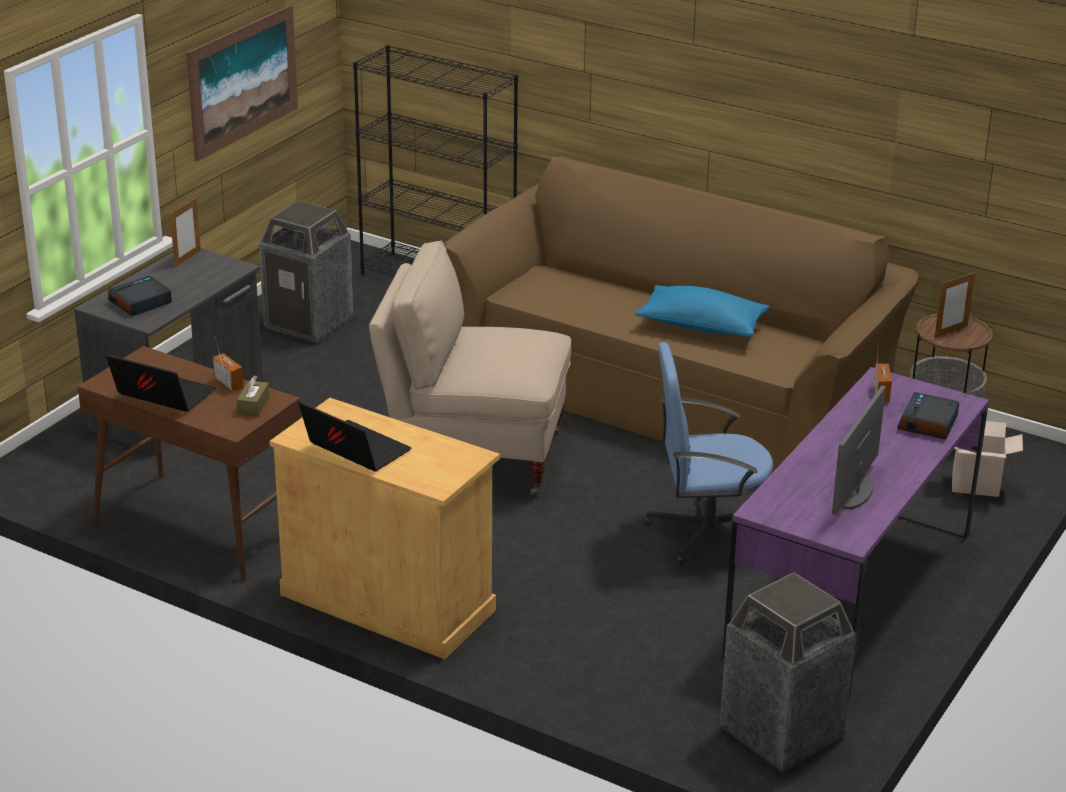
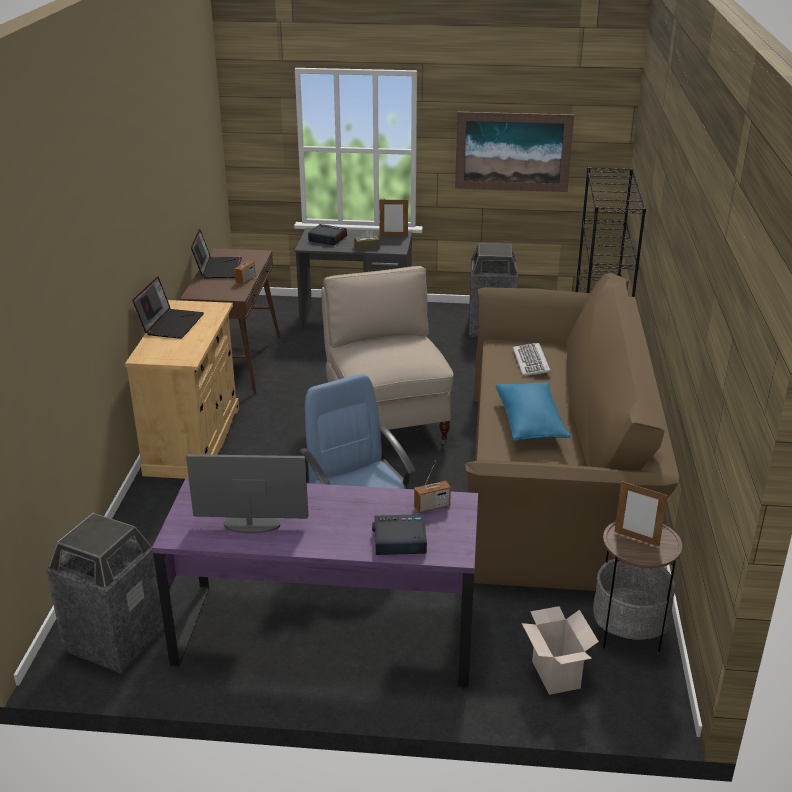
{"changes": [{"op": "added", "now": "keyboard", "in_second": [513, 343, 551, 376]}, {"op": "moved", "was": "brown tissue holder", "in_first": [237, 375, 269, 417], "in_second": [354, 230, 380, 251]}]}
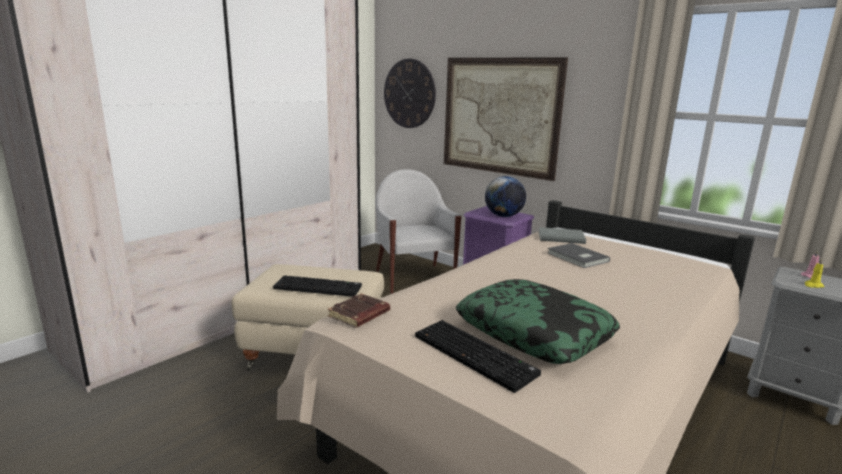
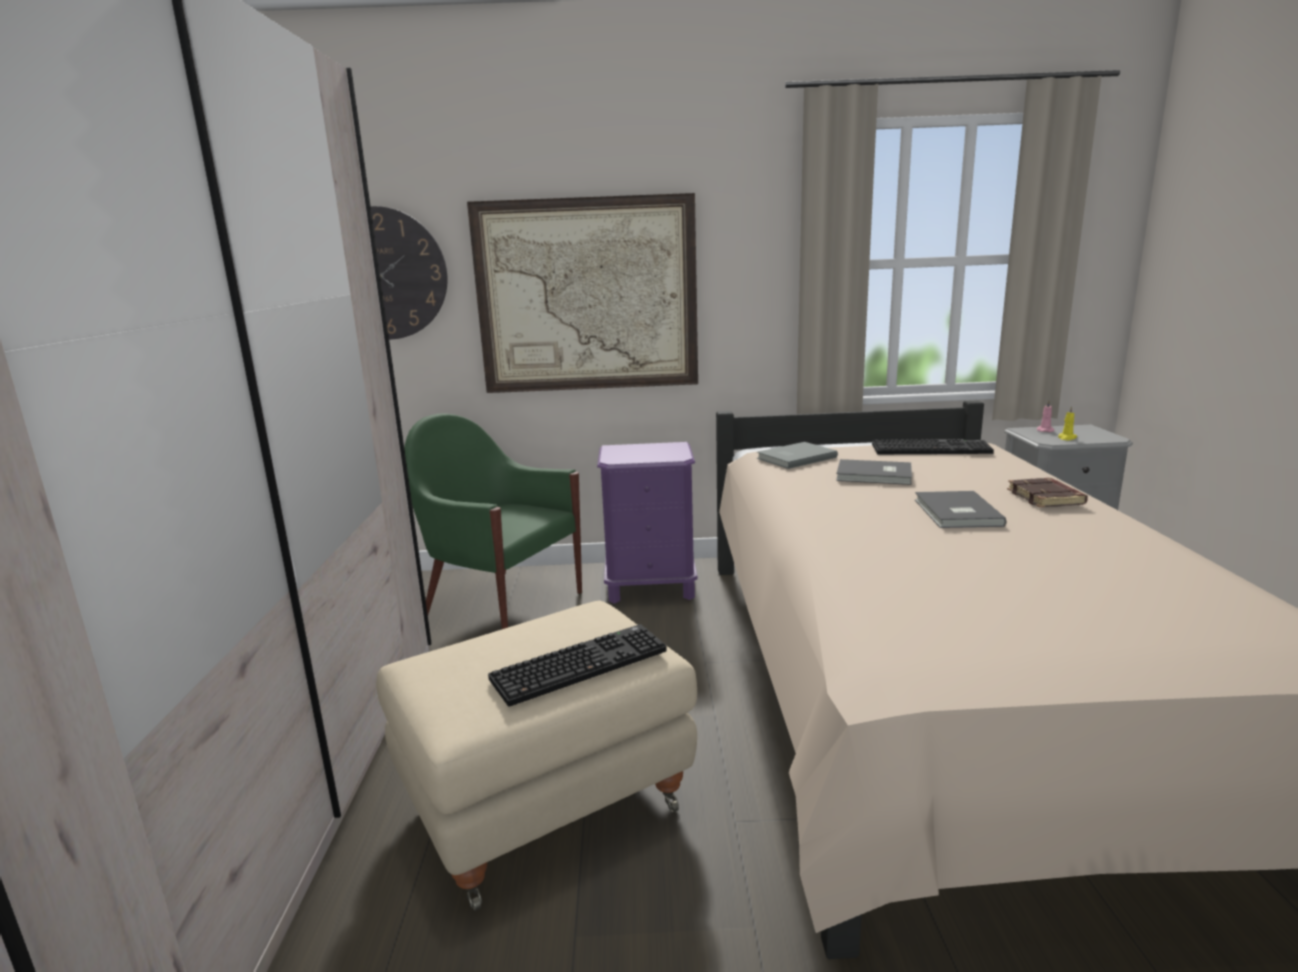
{"changes": [{"op": "removed", "was": "throw pillow", "in_first": [456, 279, 620, 364]}, {"op": "removed", "was": "world globe", "in_first": [485, 176, 526, 217]}, {"op": "added", "now": "greyish bound book", "in_second": [915, 491, 1007, 528]}, {"op": "moved", "was": "brown bound book", "in_first": [328, 293, 390, 328], "in_second": [1007, 478, 1088, 507]}, {"op": "moved", "was": "keyboard", "in_first": [415, 320, 541, 393], "in_second": [872, 439, 994, 454]}, {"op": "recoloured", "was": "white-coloured lounge chair", "now": "green-coloured lounge chair", "in_first": [375, 169, 461, 294], "in_second": [404, 413, 582, 629]}]}
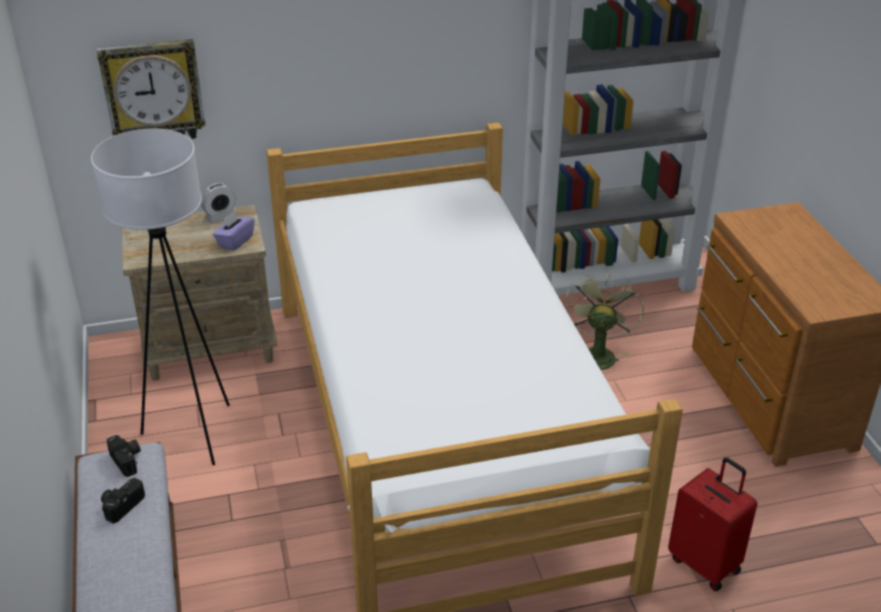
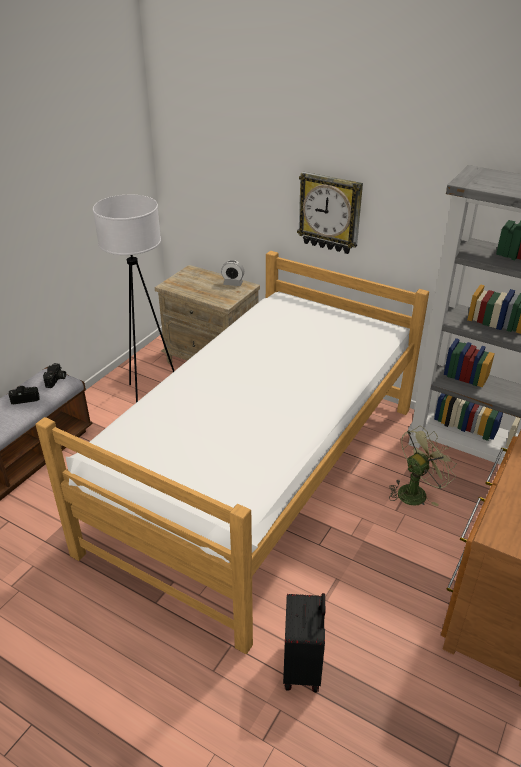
{"changes": [{"op": "removed", "was": "purple tissue holder", "in_first": [213, 211, 254, 251]}, {"op": "moved", "was": "wall clock", "in_first": [97, 39, 205, 139], "in_second": [297, 172, 363, 254]}, {"op": "recoloured", "was": "reddish travel case", "now": "black-coloured travel case", "in_first": [668, 457, 757, 591], "in_second": [283, 593, 325, 692]}]}
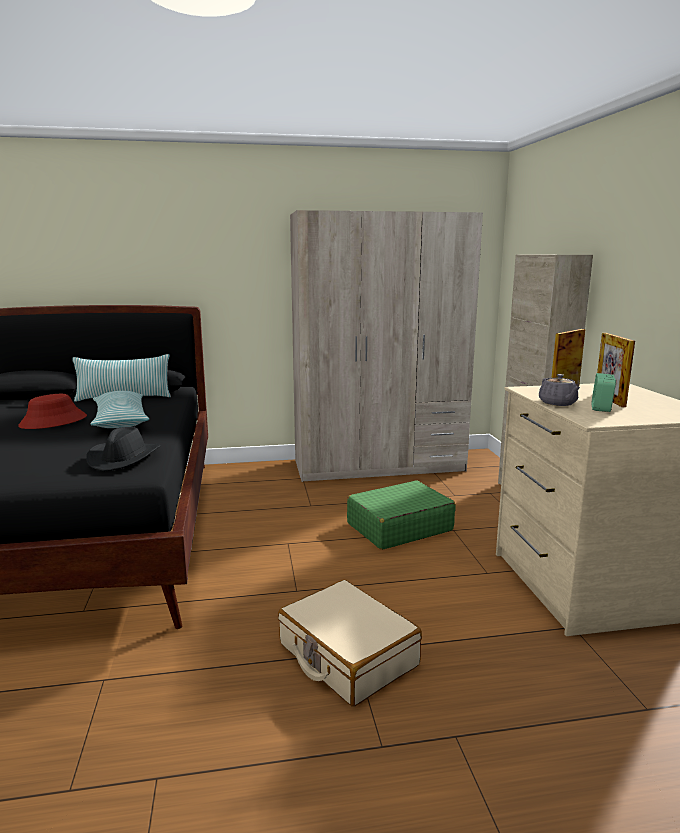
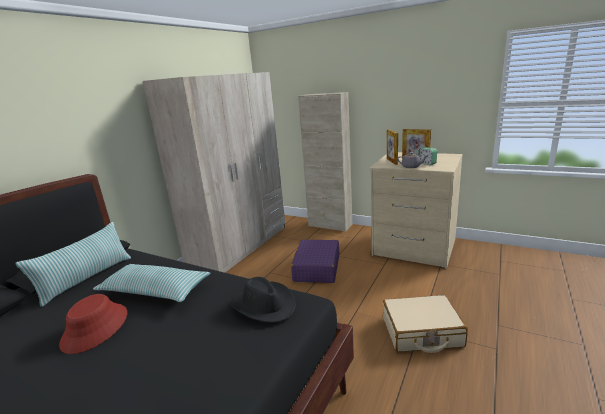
{"changes": [{"op": "recoloured", "was": "green-coloured travel case", "now": "purple travel case", "in_first": [347, 480, 456, 550], "in_second": [291, 240, 339, 283]}]}
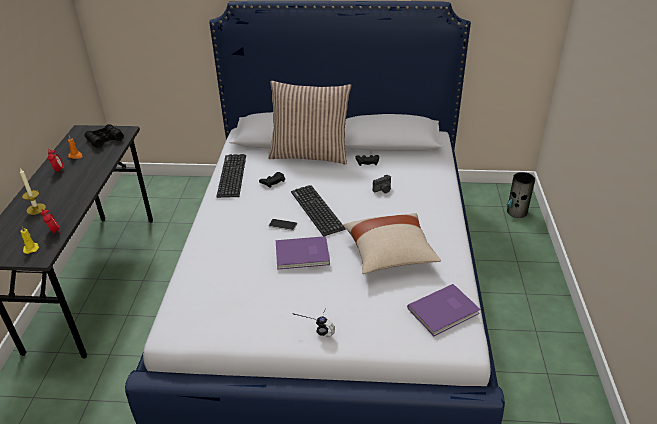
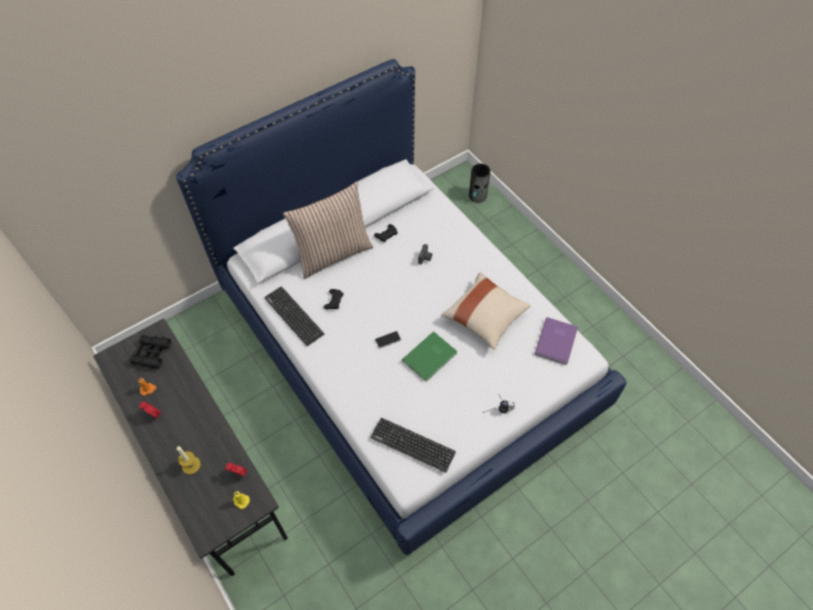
{"changes": [{"op": "moved", "was": "keyboard", "in_first": [291, 185, 345, 236], "in_second": [370, 418, 456, 473]}, {"op": "recoloured", "was": "purple bound book", "now": "green-coloured bound book", "in_first": [276, 236, 330, 270], "in_second": [402, 331, 457, 382]}]}
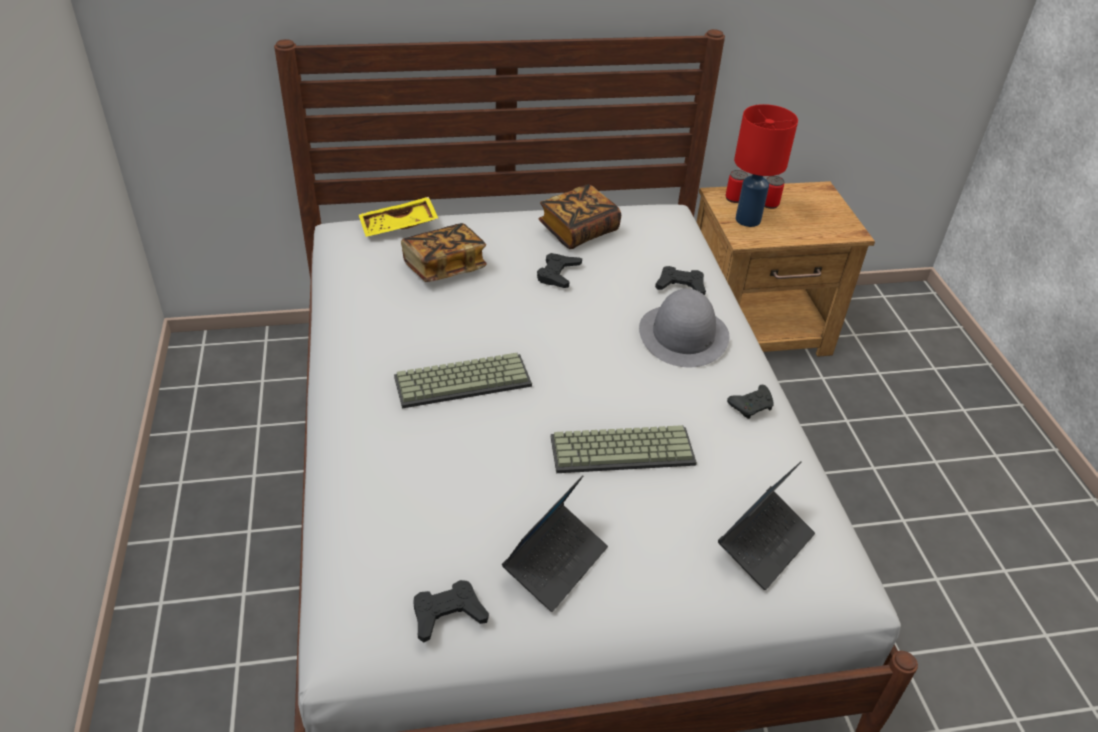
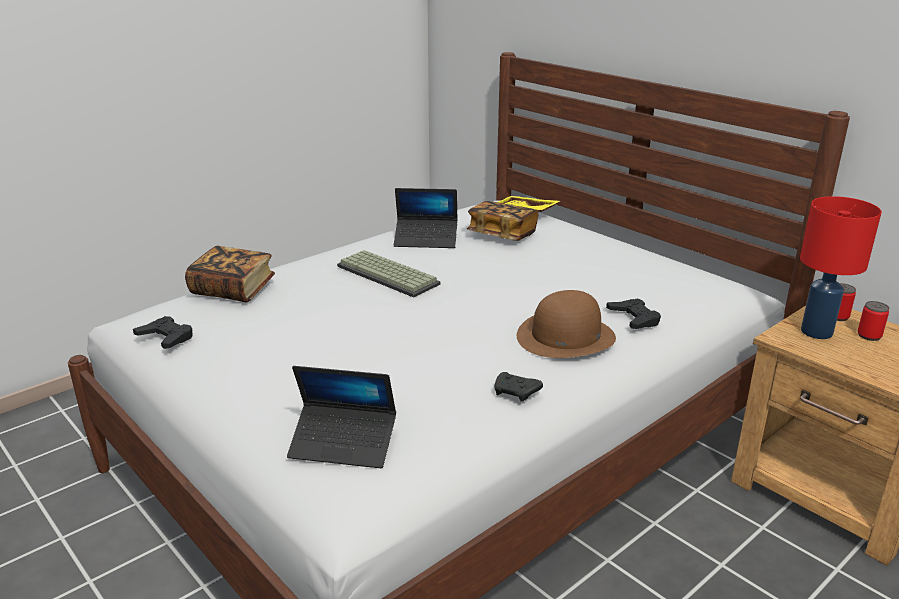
{"changes": [{"op": "removed", "was": "black-coloured gamepad", "in_first": [537, 253, 582, 288]}, {"op": "removed", "was": "keyboard", "in_first": [551, 425, 697, 473]}, {"op": "moved", "was": "laptop", "in_first": [502, 475, 608, 612], "in_second": [394, 188, 458, 248]}, {"op": "moved", "was": "bound book", "in_first": [539, 184, 621, 249], "in_second": [185, 246, 275, 302]}, {"op": "recoloured", "was": "greyish wearable hat", "now": "brown wearable hat", "in_first": [639, 288, 730, 367], "in_second": [517, 290, 616, 358]}]}
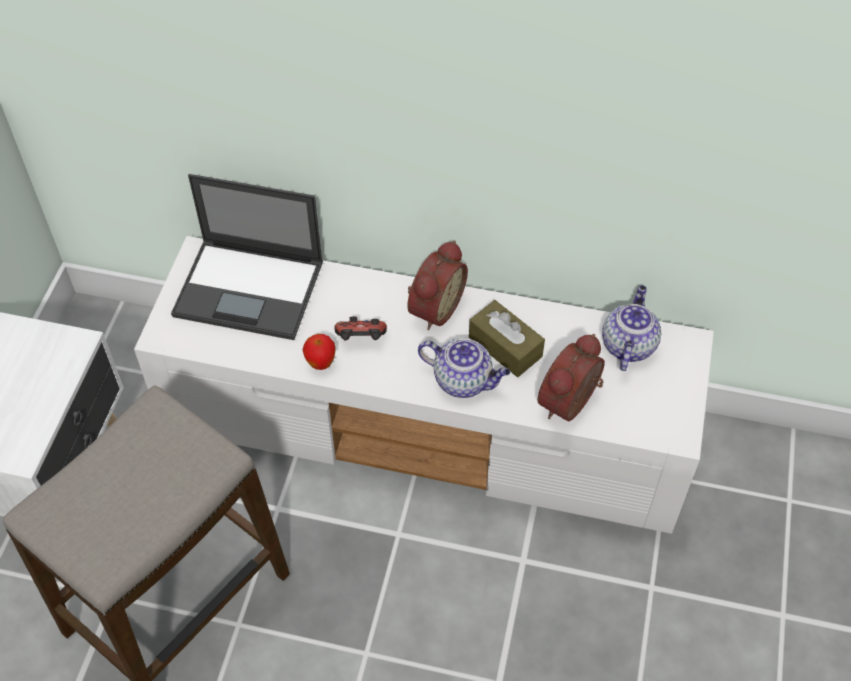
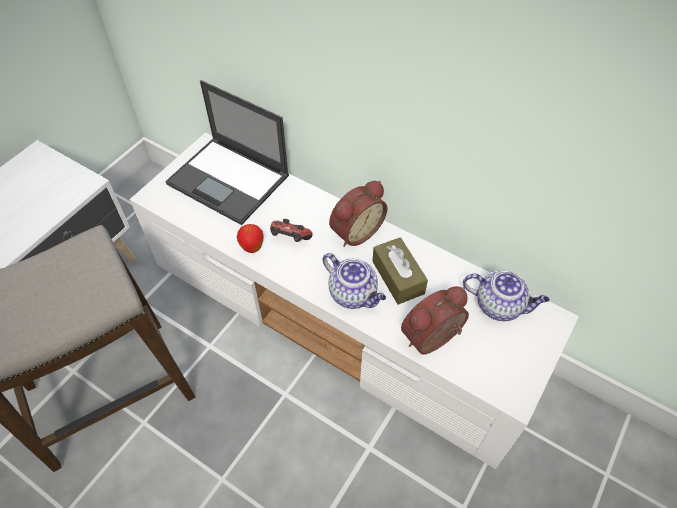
{"changes": [{"op": "turned", "was": "tea pot", "in_first": [602, 285, 661, 371], "in_second": [463, 271, 549, 321], "clockwise": 75}]}
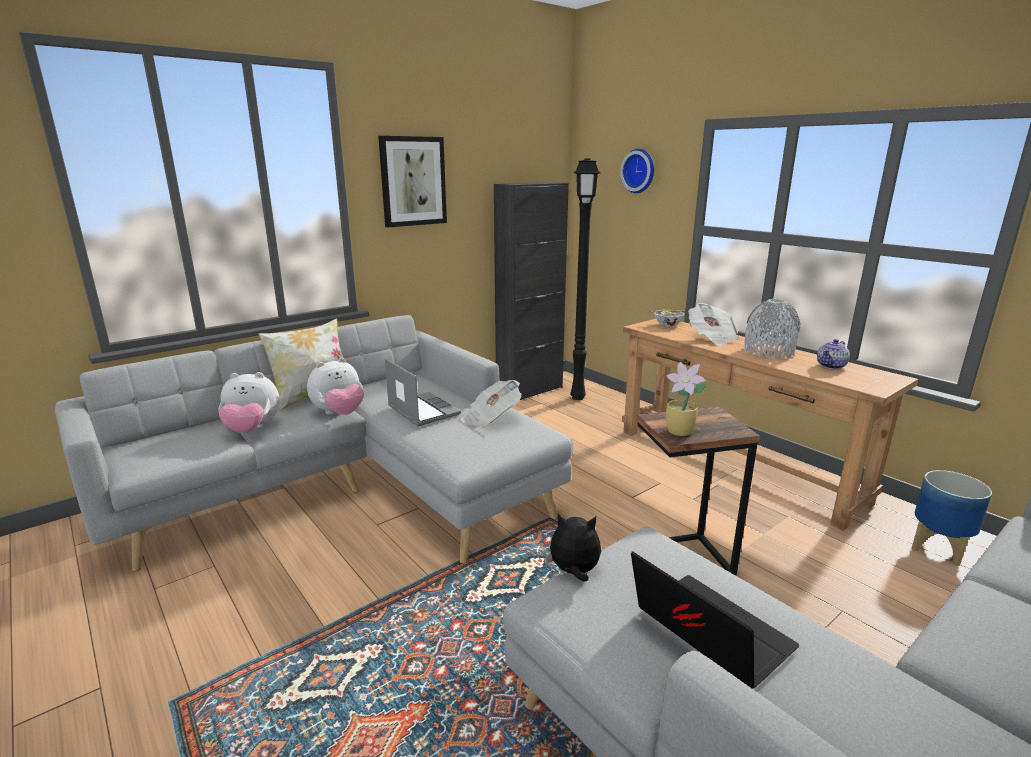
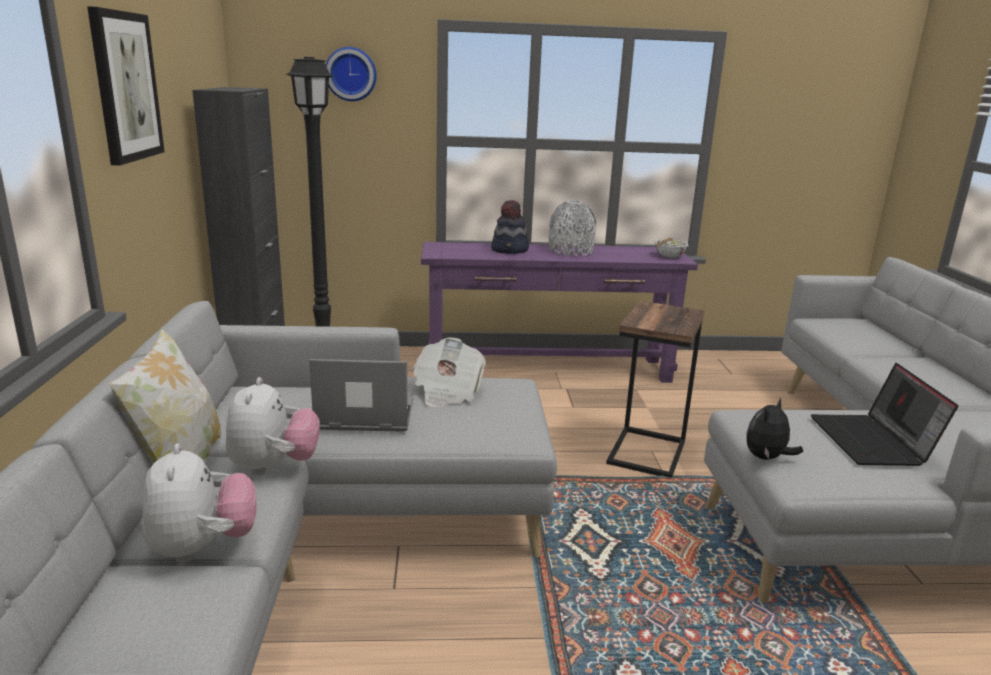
{"changes": [{"op": "removed", "was": "houseplant", "in_first": [666, 362, 706, 436]}, {"op": "removed", "was": "tea pot", "in_first": [817, 339, 850, 369]}, {"op": "removed", "was": "plant pot", "in_first": [911, 470, 992, 566]}, {"op": "moved", "was": "deep dish", "in_first": [650, 310, 685, 327], "in_second": [655, 238, 689, 258]}, {"op": "replaced", "was": "daily paper", "now": "wearable hat", "in_first": [688, 303, 739, 345], "in_second": [491, 200, 529, 254]}, {"op": "recoloured", "was": "brown console table", "now": "purple console table", "in_first": [622, 319, 918, 531], "in_second": [421, 242, 698, 383]}, {"op": "turned", "was": "plush toy", "in_first": [218, 372, 280, 433], "in_second": [142, 444, 256, 563], "clockwise": -45}, {"op": "turned", "was": "laptop", "in_first": [631, 551, 799, 689], "in_second": [811, 363, 958, 466], "clockwise": -90}]}
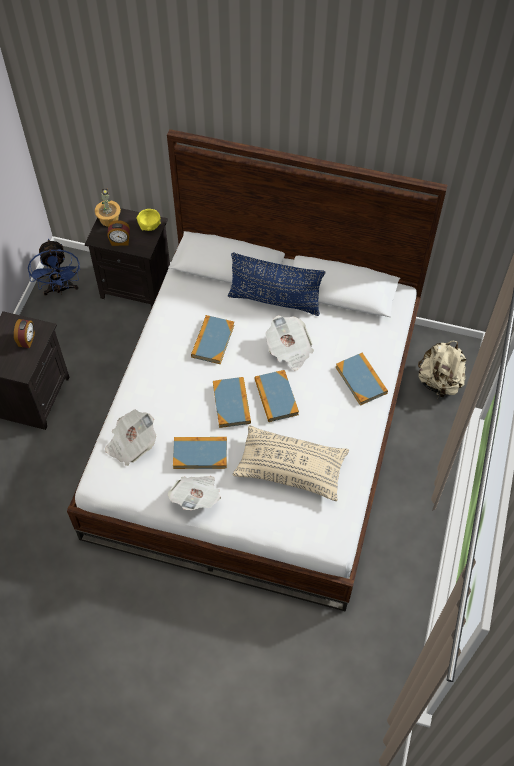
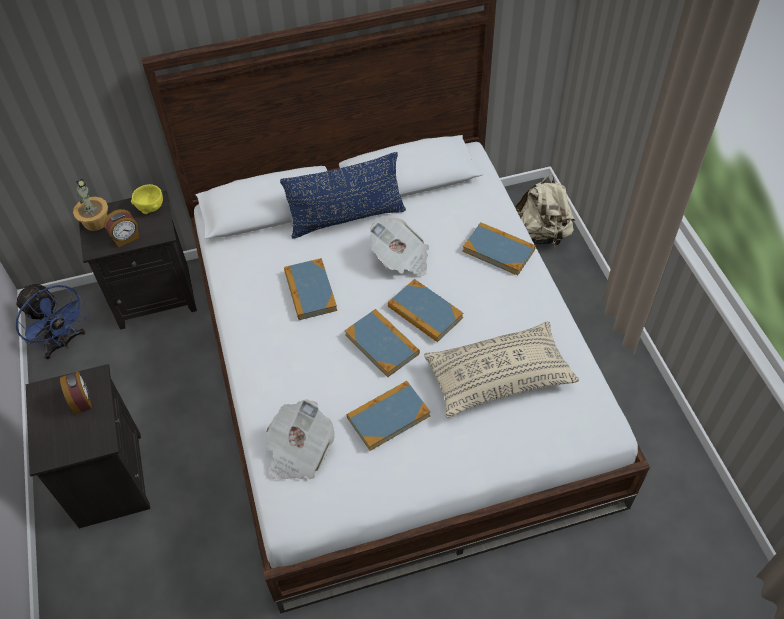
{"changes": [{"op": "removed", "was": "daily paper", "in_first": [168, 476, 221, 510]}]}
